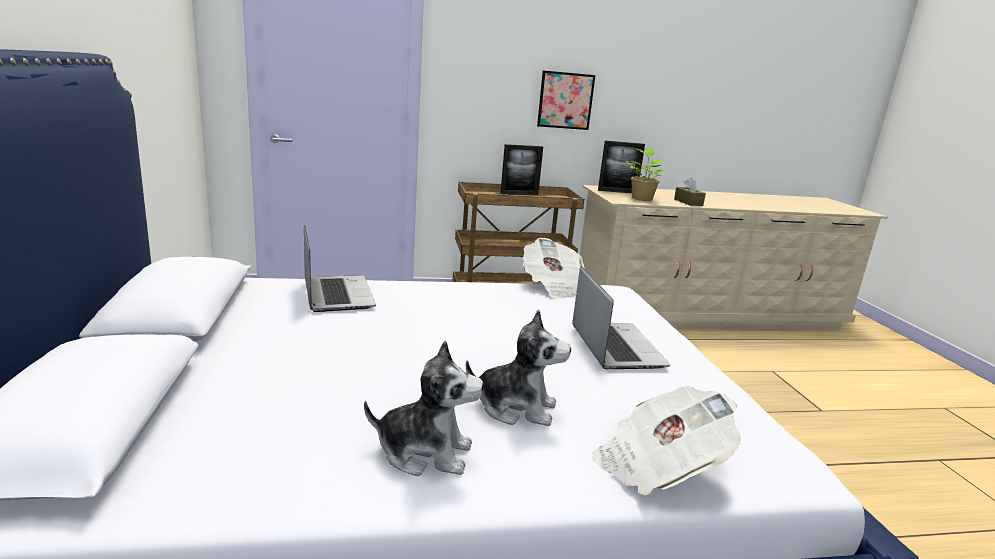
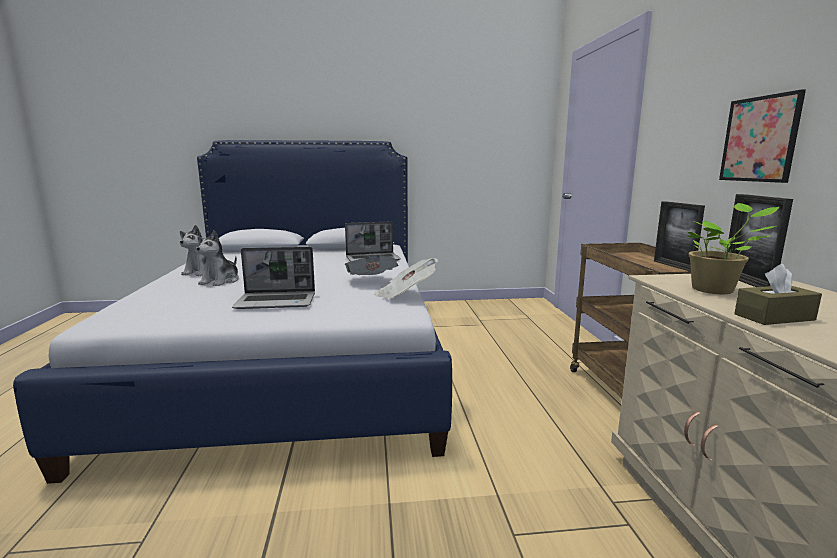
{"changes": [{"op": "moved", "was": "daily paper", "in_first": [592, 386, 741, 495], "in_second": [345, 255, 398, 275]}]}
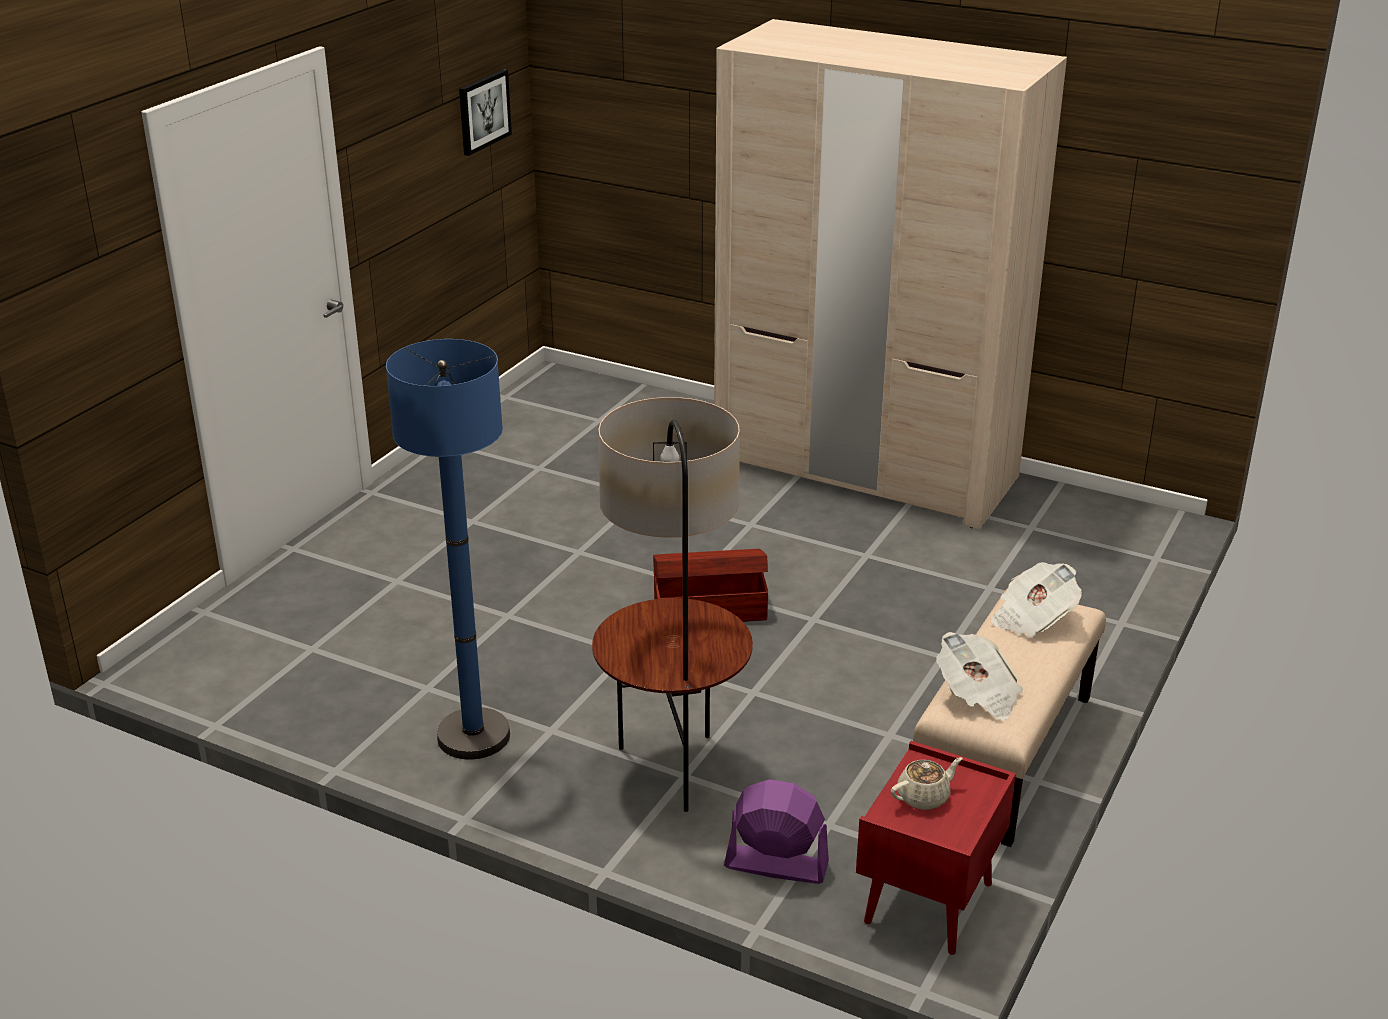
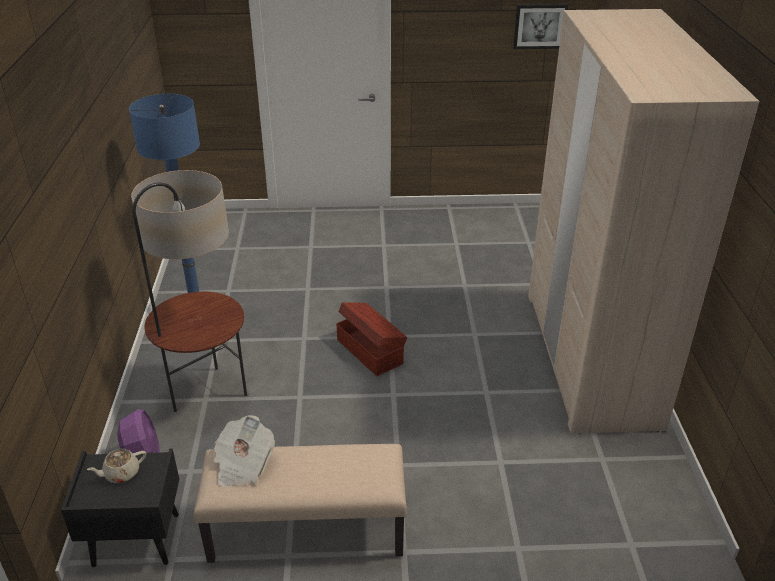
{"changes": [{"op": "removed", "was": "daily paper", "in_first": [991, 562, 1082, 638]}, {"op": "recoloured", "was": "reddish nightstand", "now": "black-coloured nightstand", "in_first": [856, 741, 1016, 955], "in_second": [61, 449, 179, 567]}, {"op": "turned", "was": "beige-coloured tea pot", "in_first": [891, 757, 962, 810], "in_second": [87, 449, 146, 483], "clockwise": 120}]}
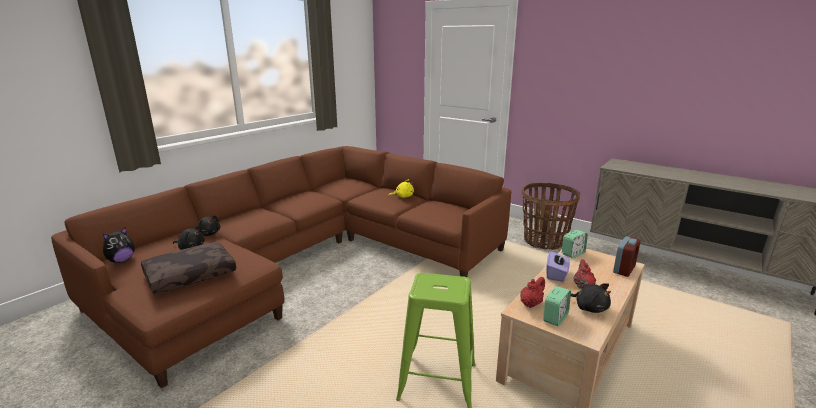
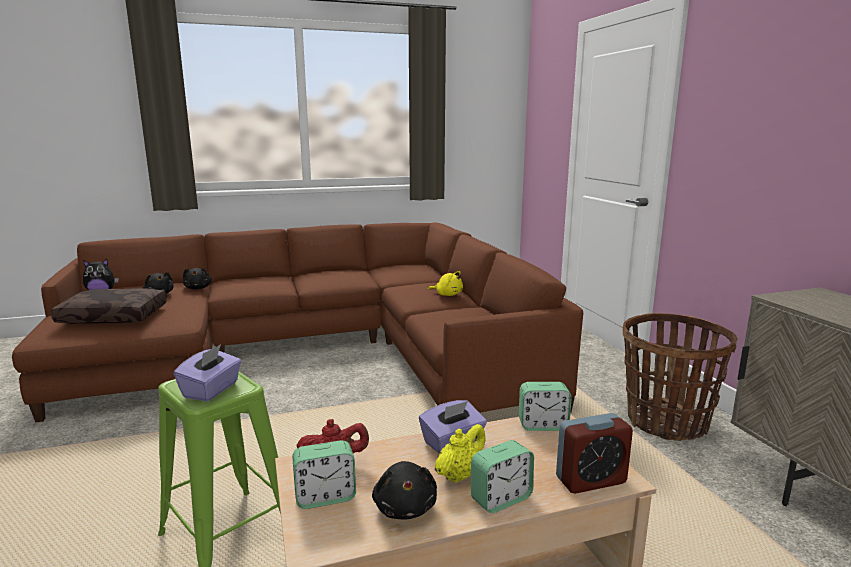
{"changes": [{"op": "added", "now": "purple tissue holder", "in_second": [174, 344, 242, 402]}, {"op": "added", "now": "alarm clock", "in_second": [471, 440, 534, 513]}, {"op": "recoloured", "was": "reddish tea pot", "now": "yellow tea pot", "in_first": [574, 259, 596, 289], "in_second": [435, 424, 485, 483]}]}
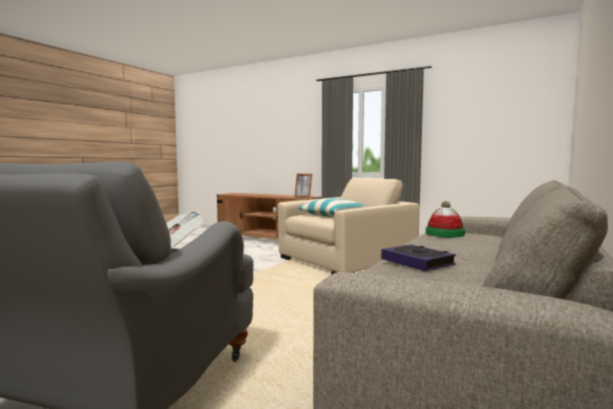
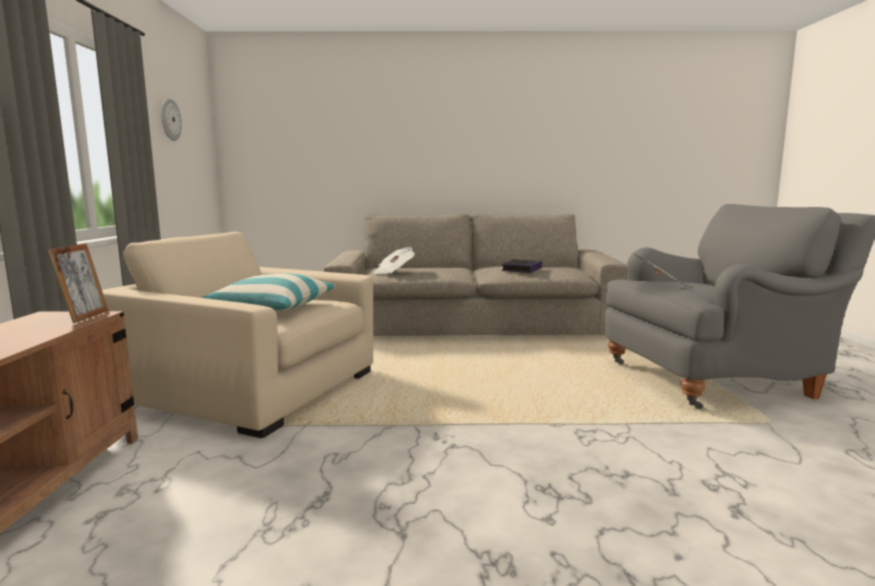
{"changes": [{"op": "added", "now": "wall clock", "in_second": [161, 98, 182, 141]}, {"op": "replaced", "was": "wearable hat", "now": "daily paper", "in_first": [426, 201, 465, 238], "in_second": [373, 247, 415, 274]}]}
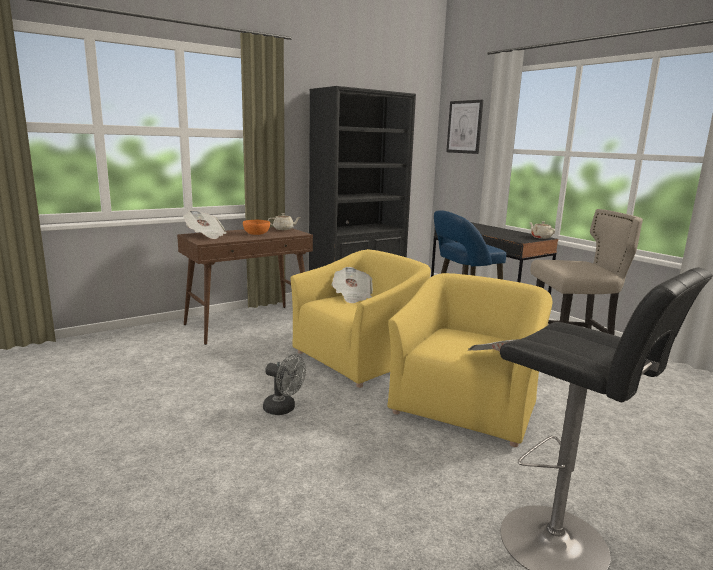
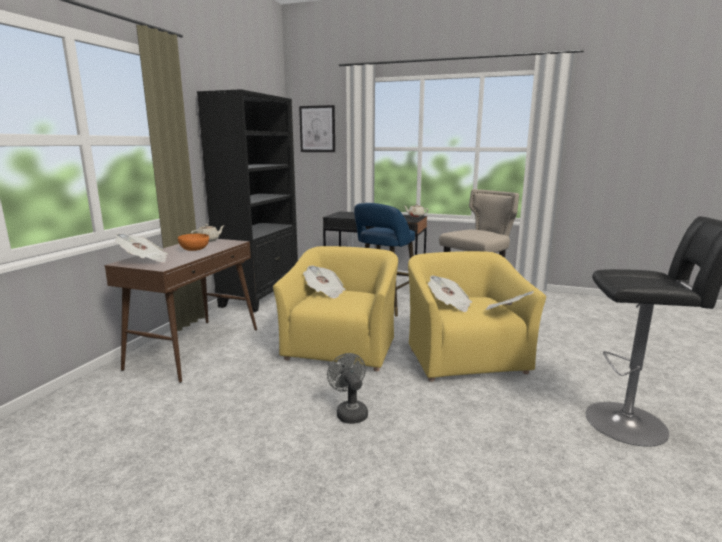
{"changes": [{"op": "added", "now": "daily paper", "in_second": [428, 275, 472, 312]}, {"op": "turned", "was": "greyish fan", "in_first": [263, 354, 306, 415], "in_second": [327, 353, 368, 424], "clockwise": -105}]}
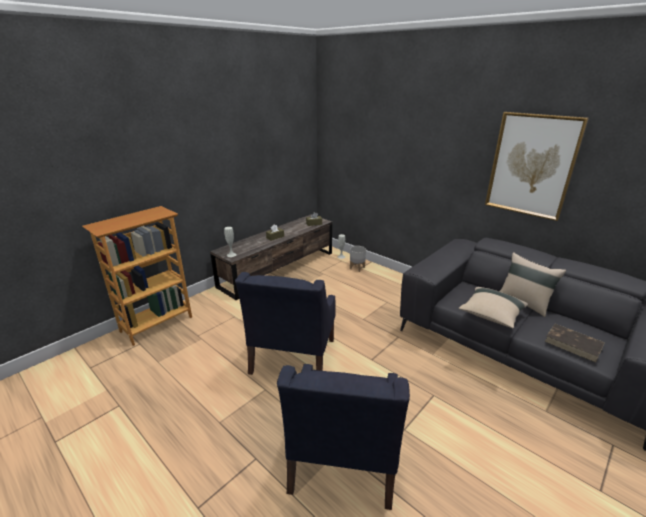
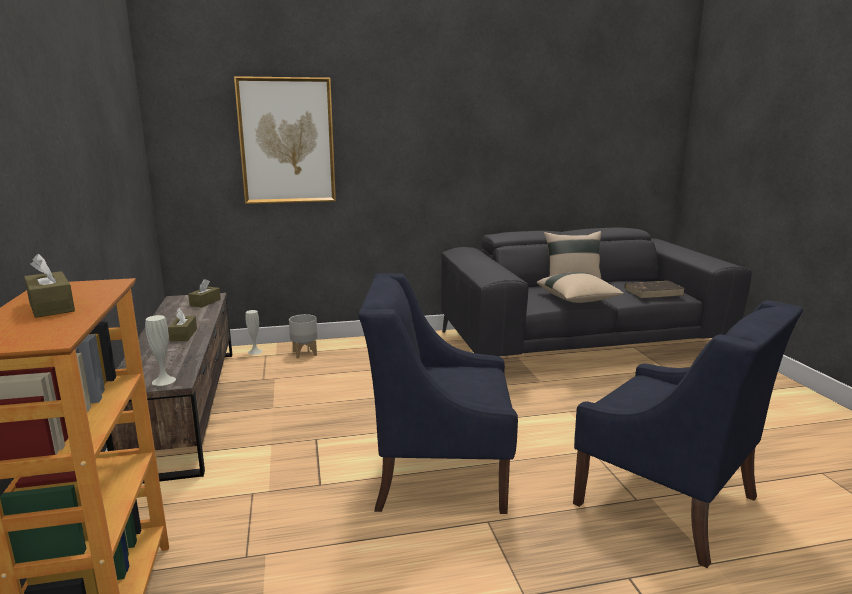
{"changes": [{"op": "added", "now": "brown tissue holder", "in_second": [24, 254, 75, 318]}, {"op": "moved", "was": "wall picture", "in_first": [485, 112, 589, 221], "in_second": [234, 76, 336, 204]}, {"op": "turned", "was": "blue lounge chair", "in_first": [235, 272, 336, 375], "in_second": [358, 273, 518, 514], "clockwise": 135}]}
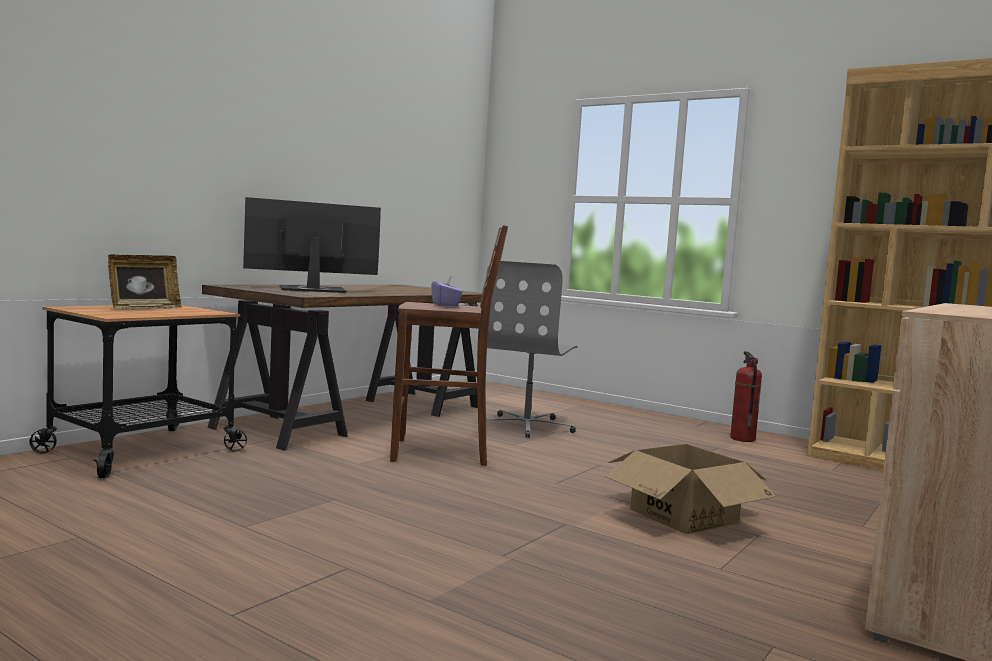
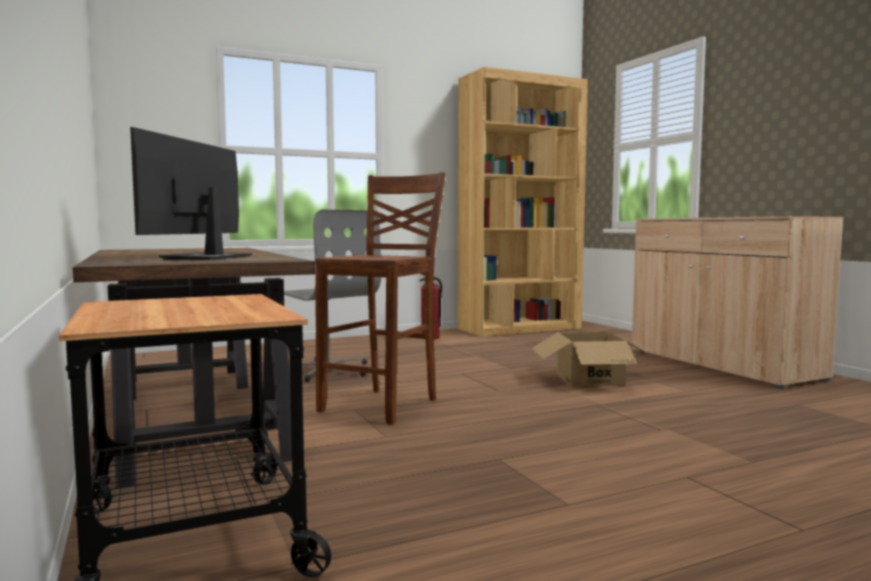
{"changes": [{"op": "removed", "was": "photo frame", "in_first": [108, 254, 182, 309]}, {"op": "removed", "was": "purple tissue holder", "in_first": [431, 275, 462, 307]}]}
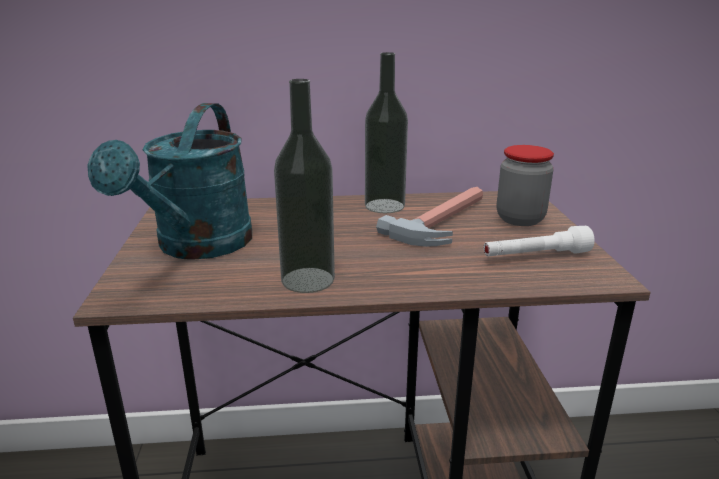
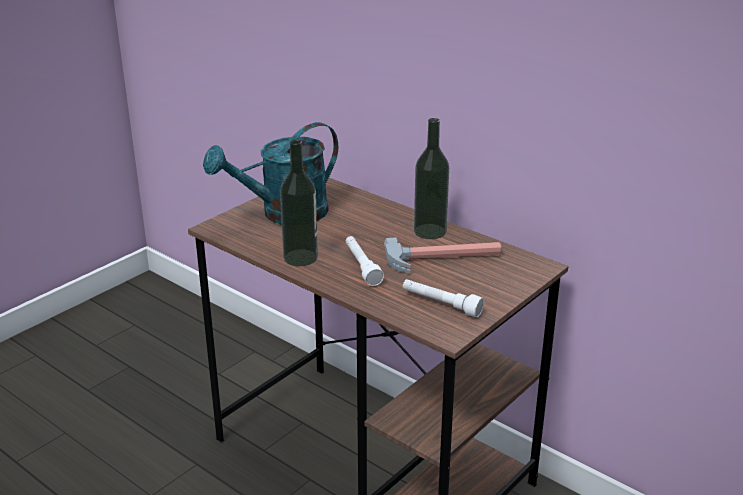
{"changes": [{"op": "removed", "was": "storage jar", "in_first": [497, 145, 554, 226]}, {"op": "added", "now": "white-coloured hand torch", "in_second": [346, 236, 384, 286]}]}
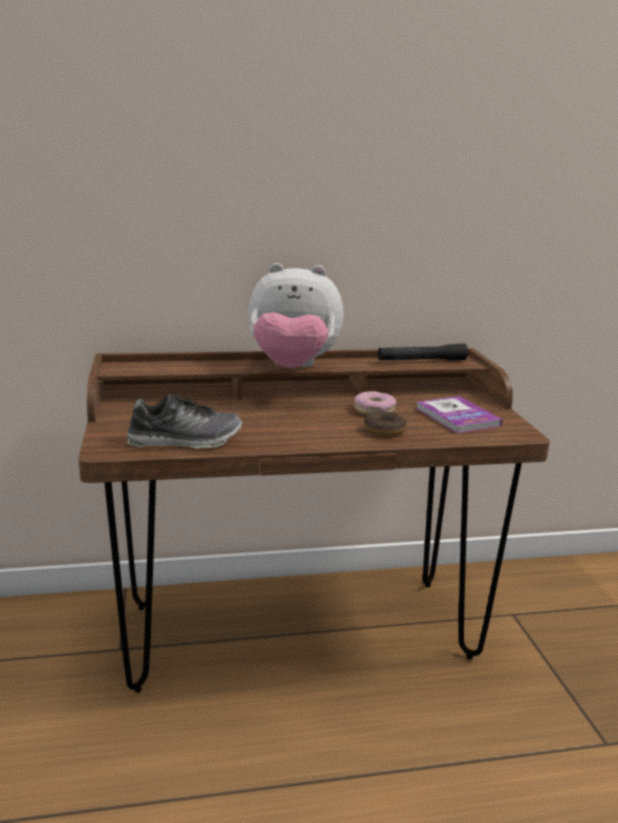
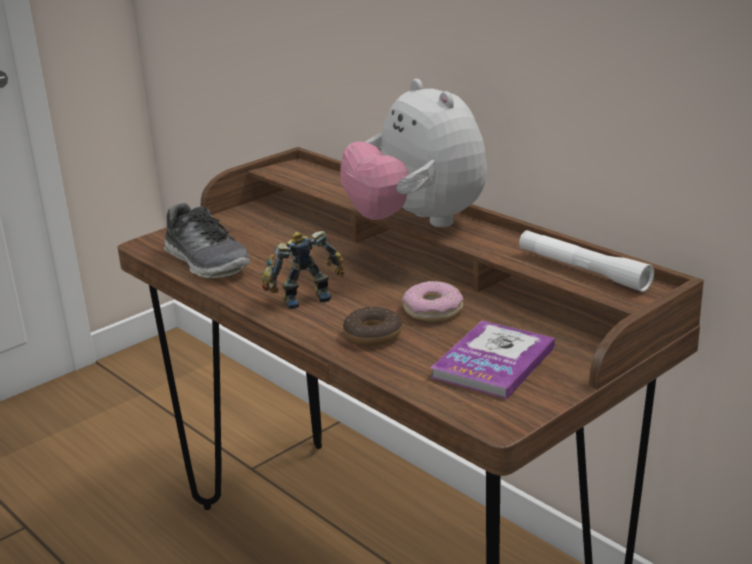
{"changes": [{"op": "added", "now": "toy robot", "in_second": [262, 231, 345, 309]}, {"op": "recoloured", "was": "black-coloured hand torch", "now": "white-coloured hand torch", "in_first": [378, 344, 468, 361], "in_second": [519, 230, 654, 292]}]}
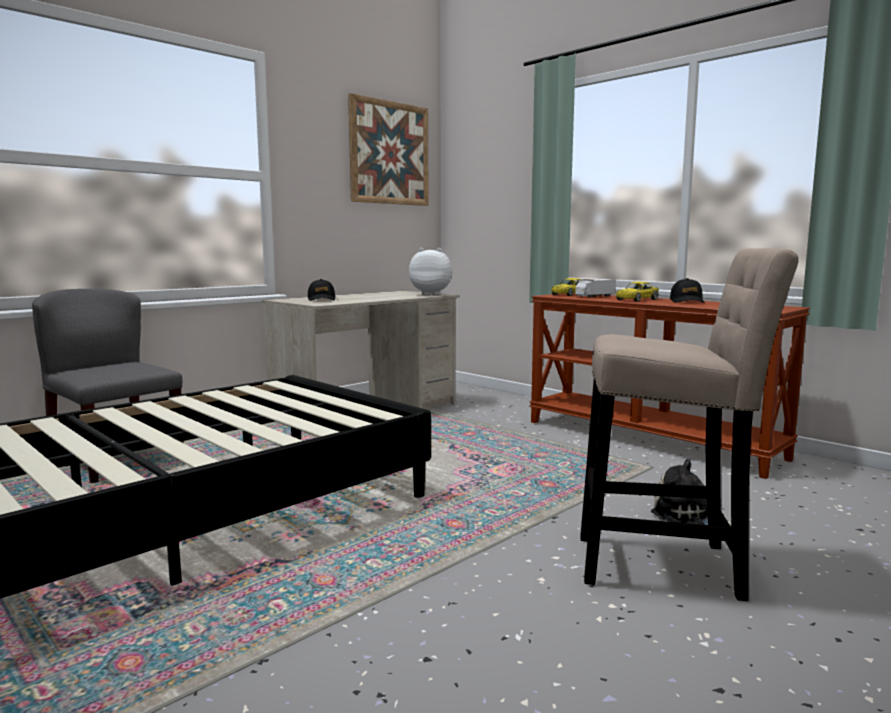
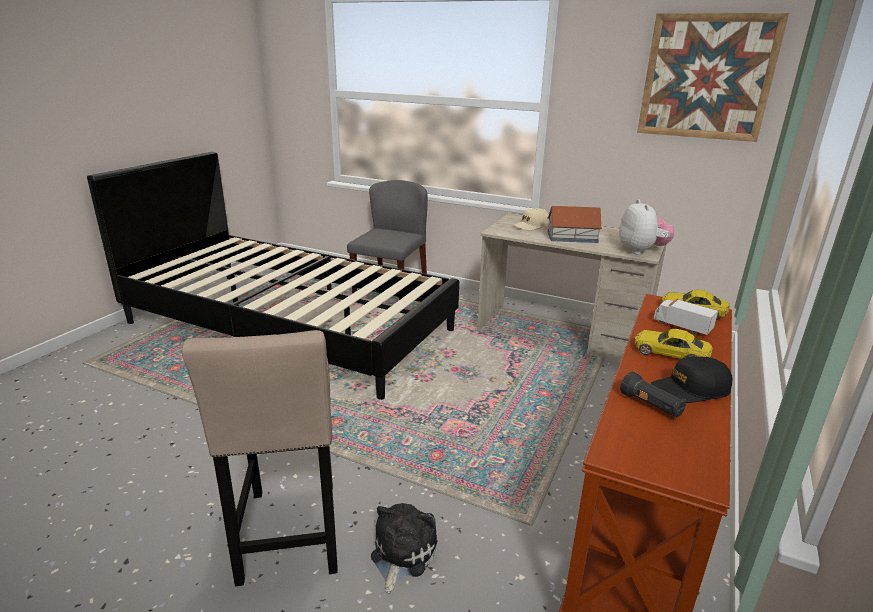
{"changes": [{"op": "added", "now": "model house", "in_second": [547, 206, 602, 243]}, {"op": "added", "now": "black-coloured hand torch", "in_second": [620, 371, 687, 418]}, {"op": "recoloured", "was": "black-coloured peaked cap", "now": "beige-coloured peaked cap", "in_first": [308, 279, 335, 301], "in_second": [513, 208, 549, 230]}]}
